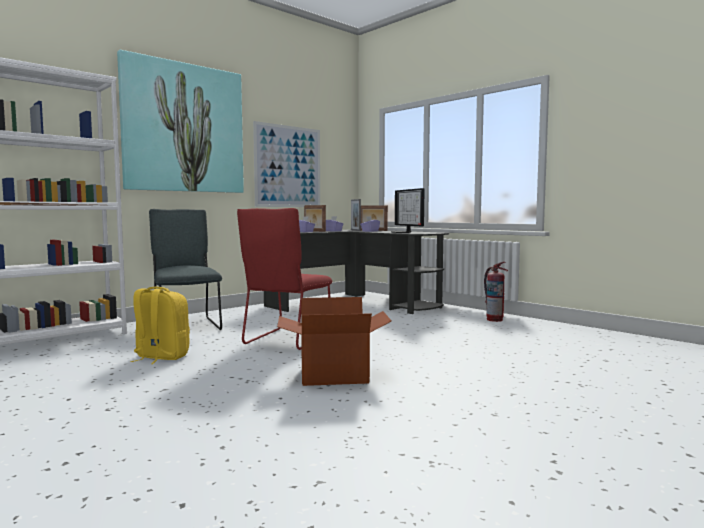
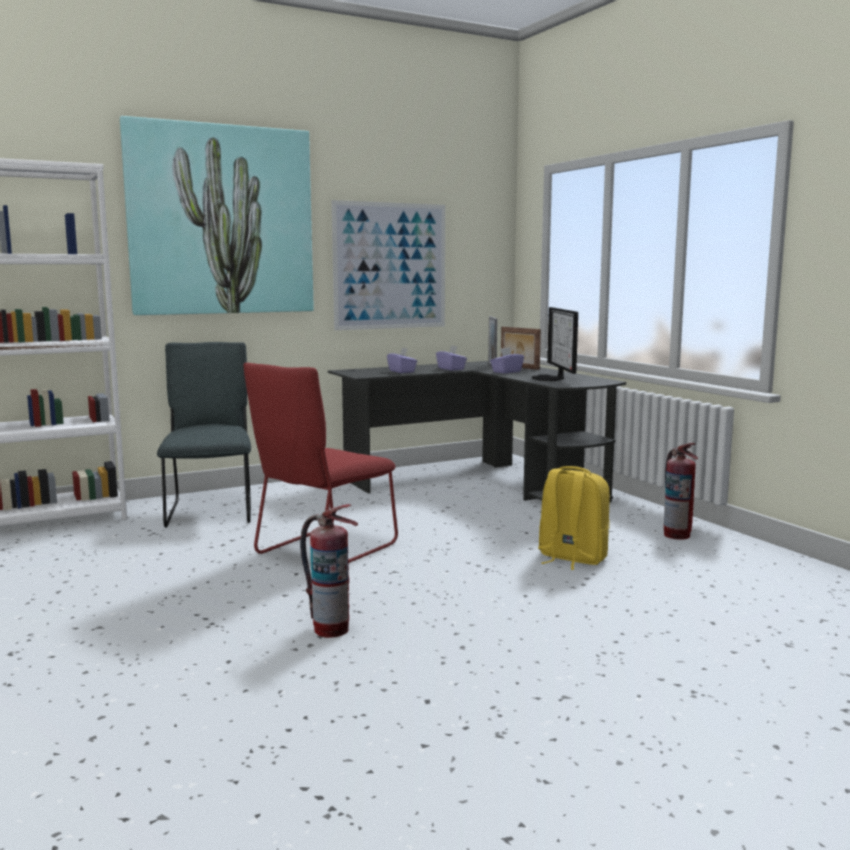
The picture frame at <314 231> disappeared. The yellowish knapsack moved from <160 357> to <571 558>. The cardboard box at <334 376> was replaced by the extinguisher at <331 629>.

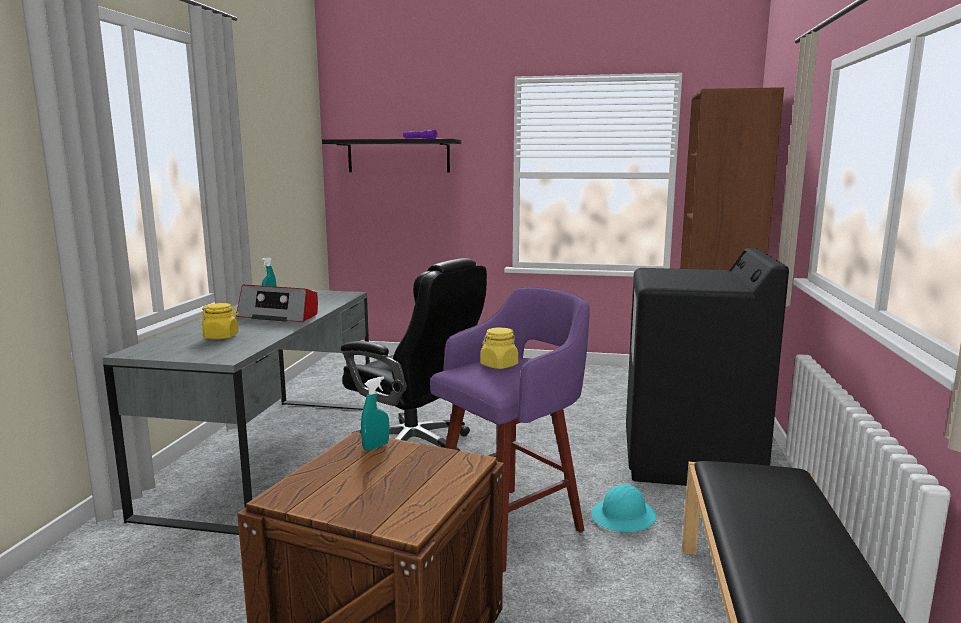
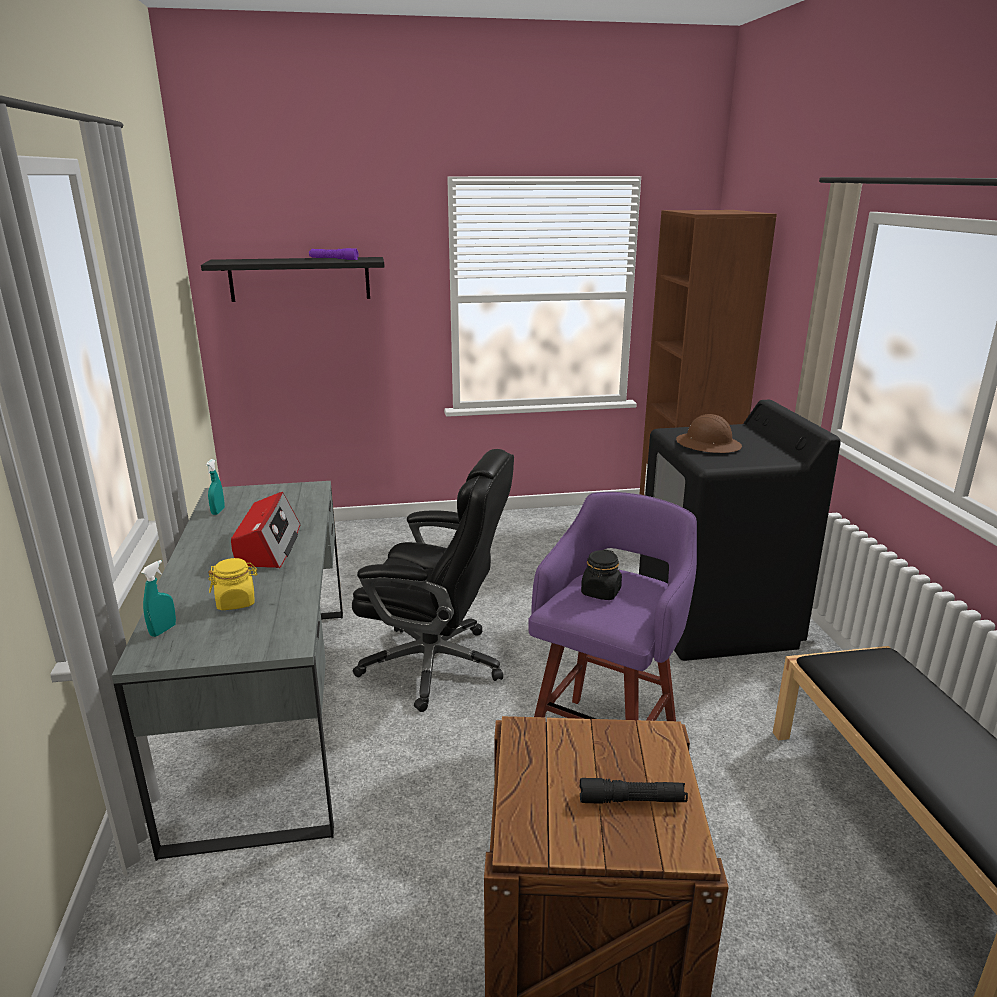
The radio receiver at <279 316> turned 90 degrees counterclockwise. The yellowish jar at <499 365> became the blackish jar at <601 592>. The turquoise spray bottle moved from <376 447> to <163 630>. The turquoise safety helmet at <624 517> disappeared. The brown-coloured safety helmet at <708 445> appeared. The blackish flashlight at <632 800> appeared.

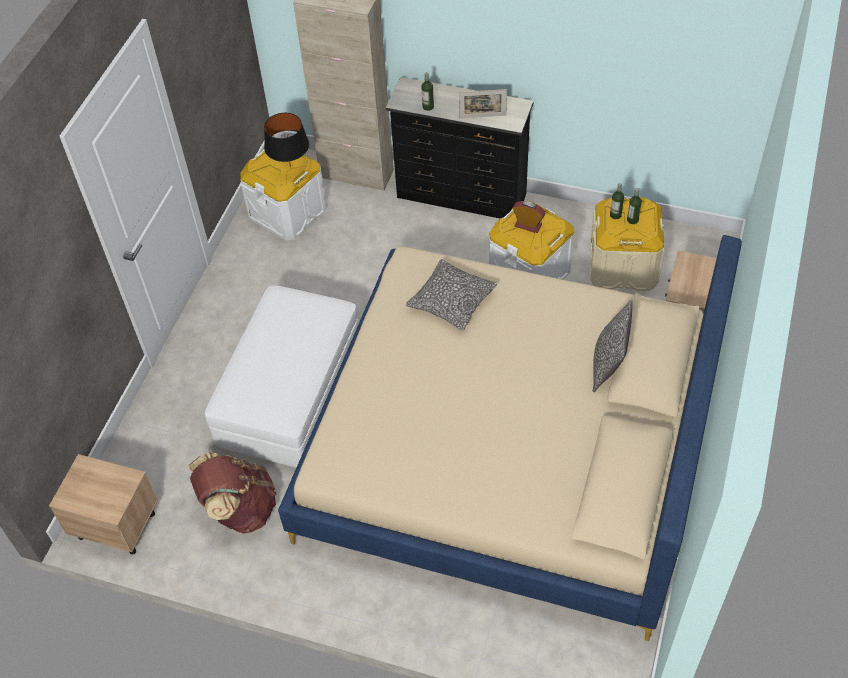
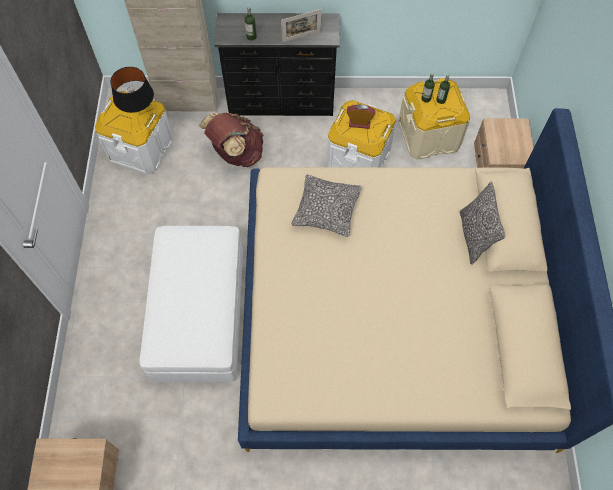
The brown-coloured knapsack moved from <240 509> to <236 154>.

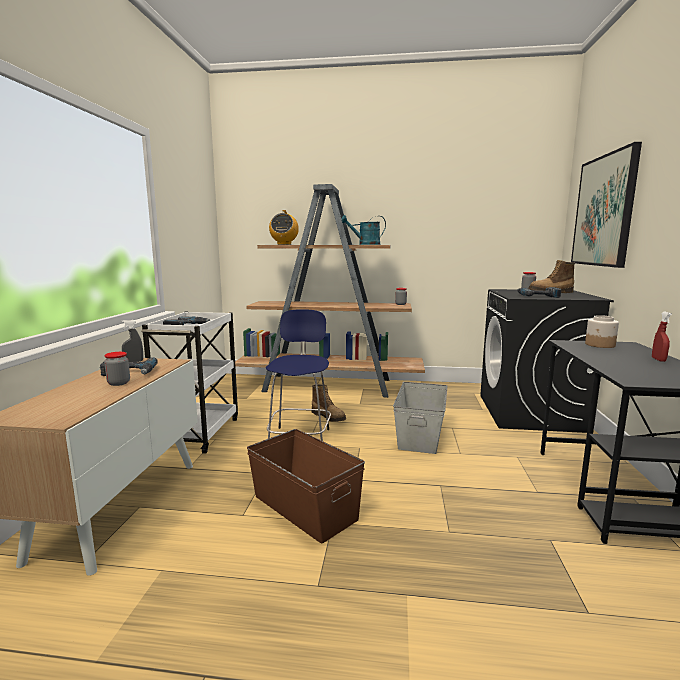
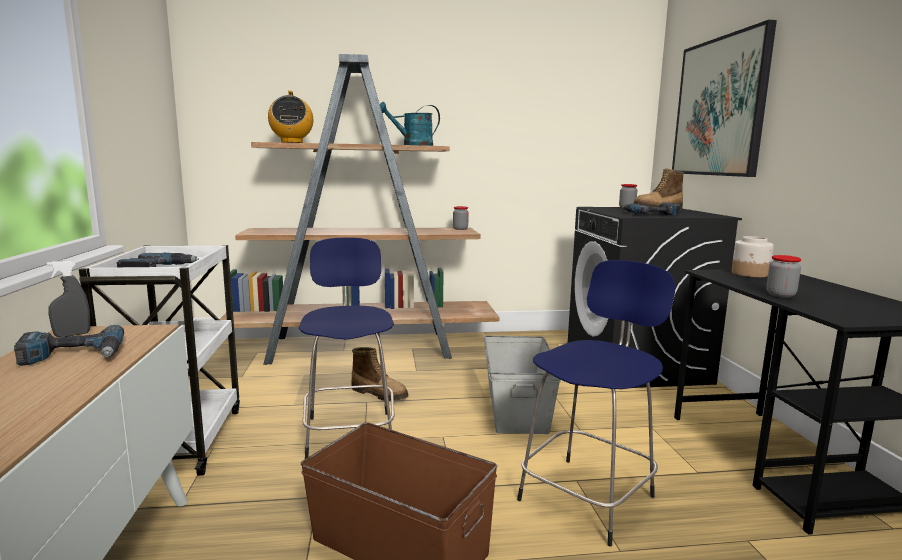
The reddish spray bottle at <658 360> disappeared. The jar moved from <119 383> to <780 295>. The blue-coloured sitting stool at <589 496> appeared.

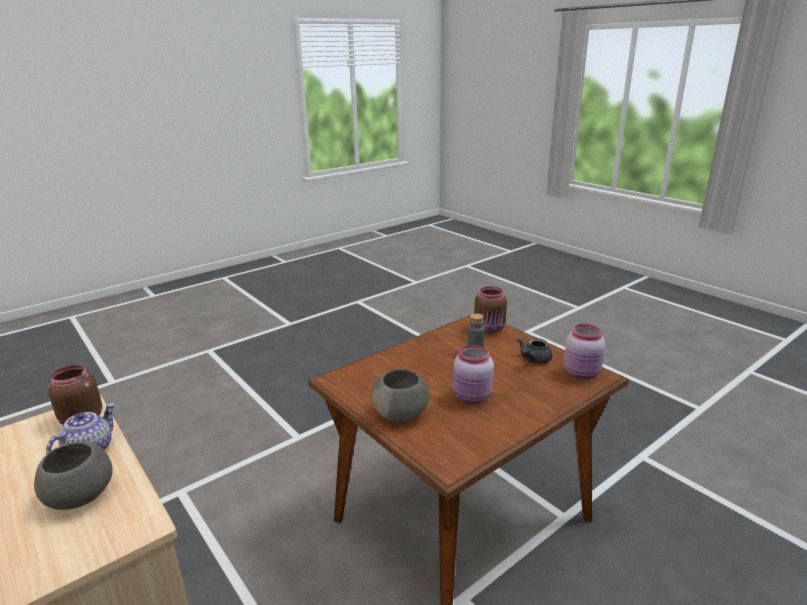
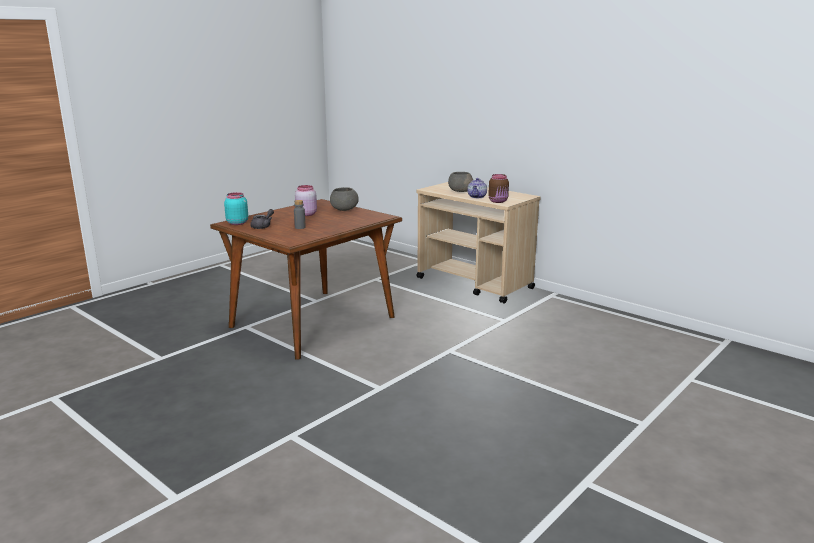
The brown-coloured jar at <490 329> disappeared. The pink-coloured jar at <582 374> became the turquoise jar at <237 223>.

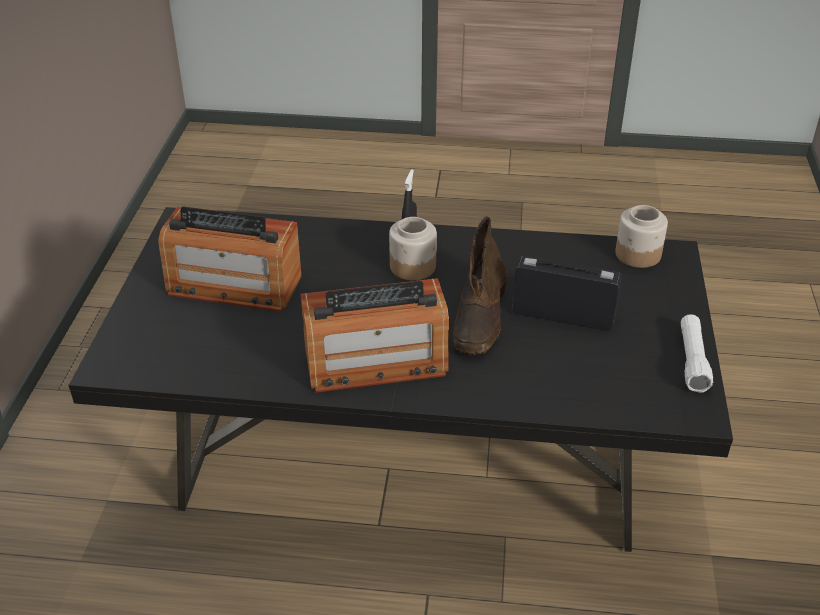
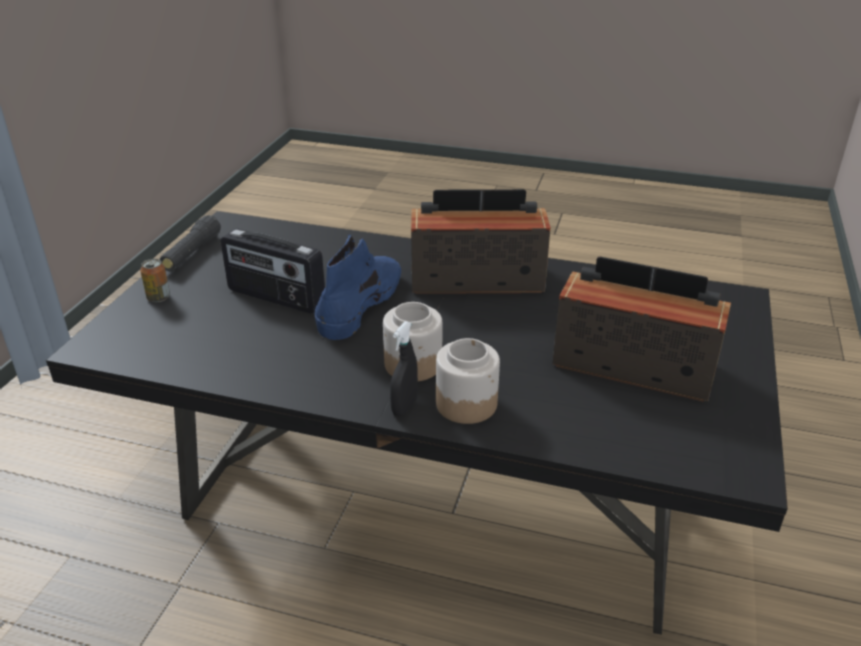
The jar moved from <638 255> to <466 403>. The brown-coloured high-top boot at <480 318> became the blue-coloured high-top boot at <361 303>. The white-coloured flashlight at <692 361> became the blackish flashlight at <192 253>. The sealed can at <158 298> appeared.

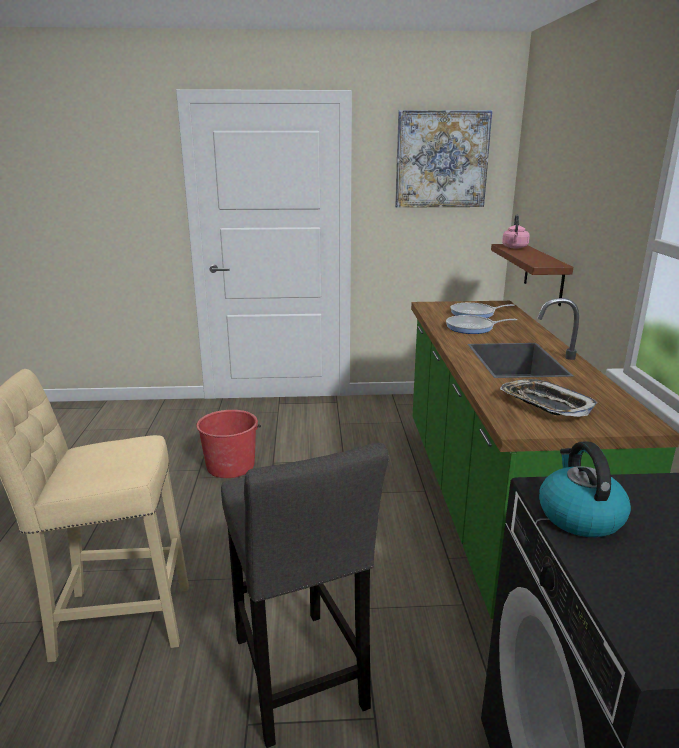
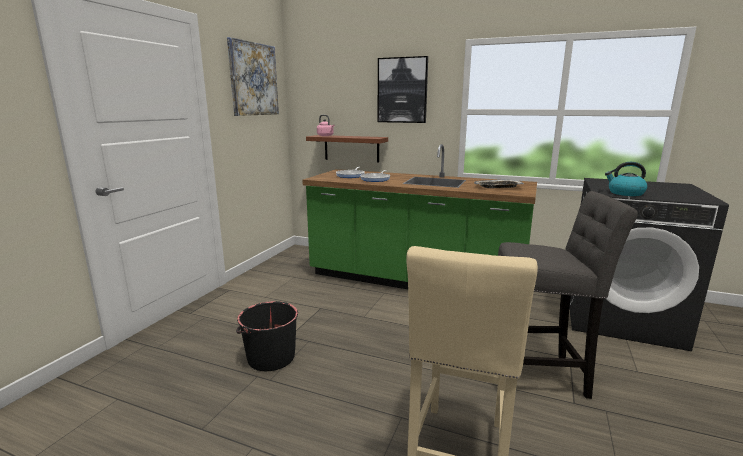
The reddish bucket at <230 466> became the blackish bucket at <270 357>. The picture at <402 90> appeared.

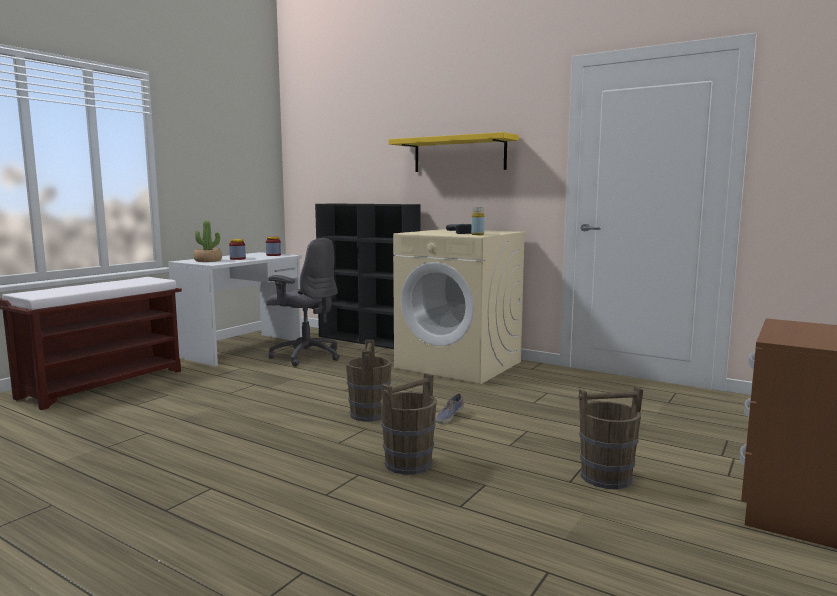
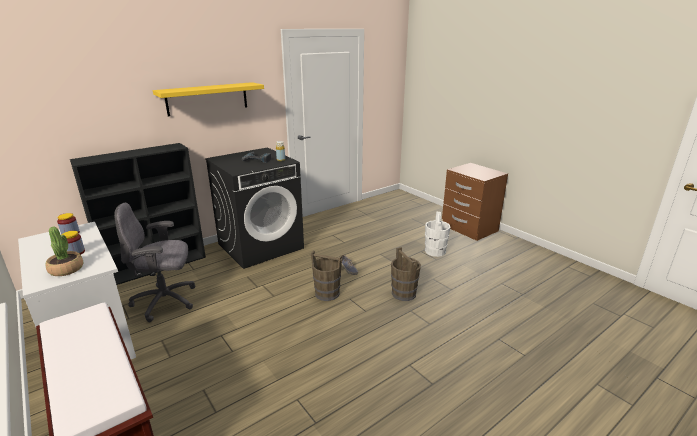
The beige-coloured laundry machine at <459 365> became the blackish laundry machine at <261 246>. The gray office chair at <306 356> turned 150 degrees counterclockwise. The brown-coloured bucket at <606 477> became the white-coloured bucket at <435 251>.

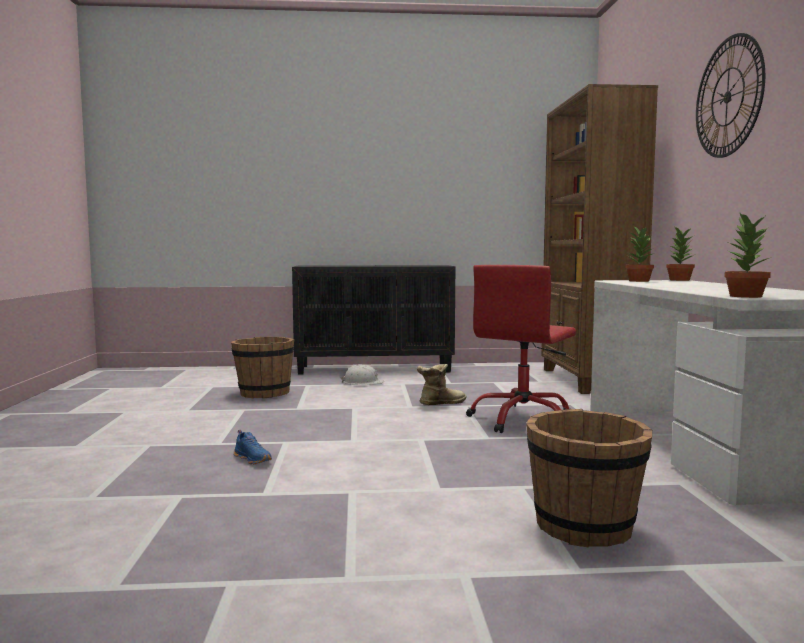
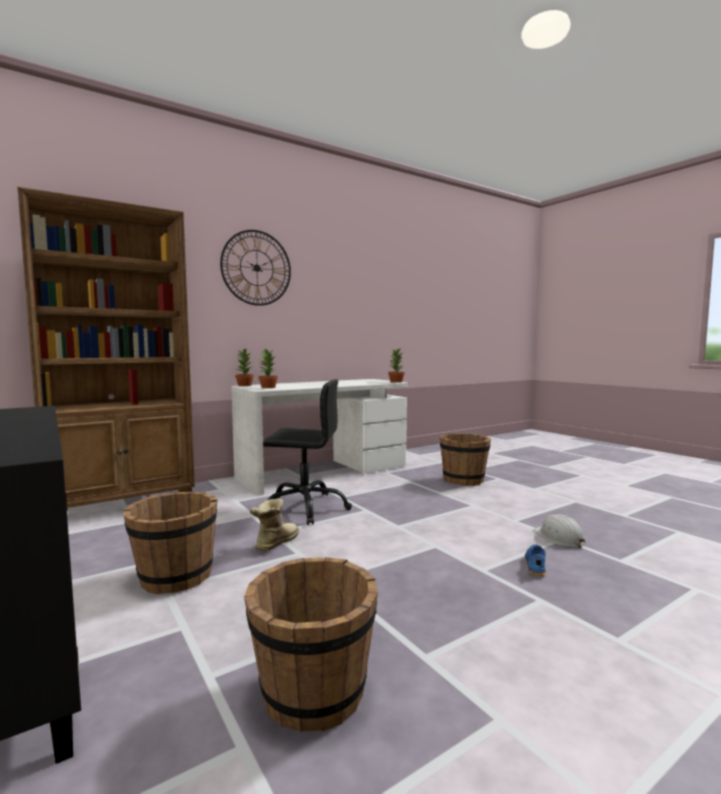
The reddish office chair at <523 420> became the blackish office chair at <305 508>. The white-coloured safety helmet moved from <362 383> to <559 537>. The high-top boot at <440 404> turned 90 degrees clockwise. The brown-coloured bucket at <175 577> appeared.

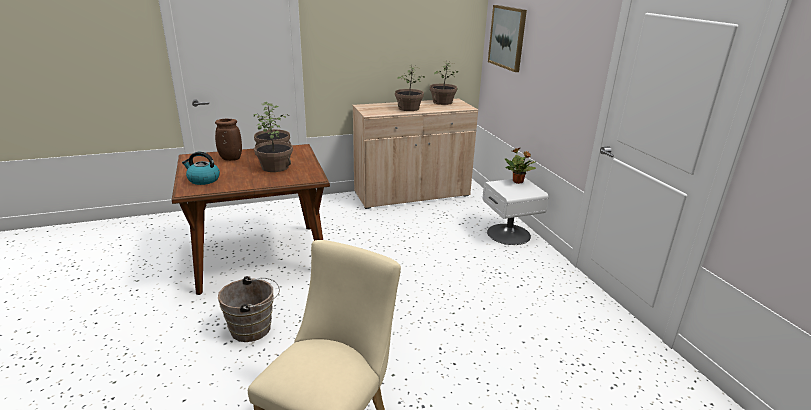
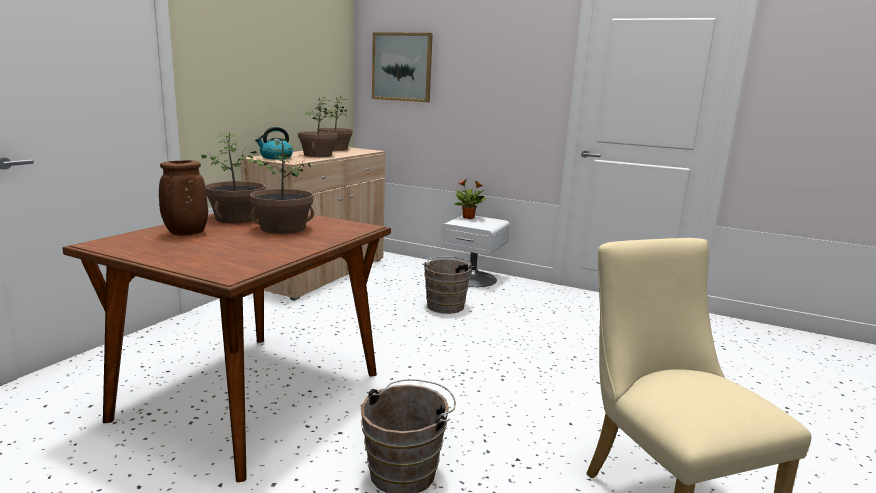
The water kettle moved from <203 180> to <276 157>. The brown-coloured bucket at <446 305> appeared.

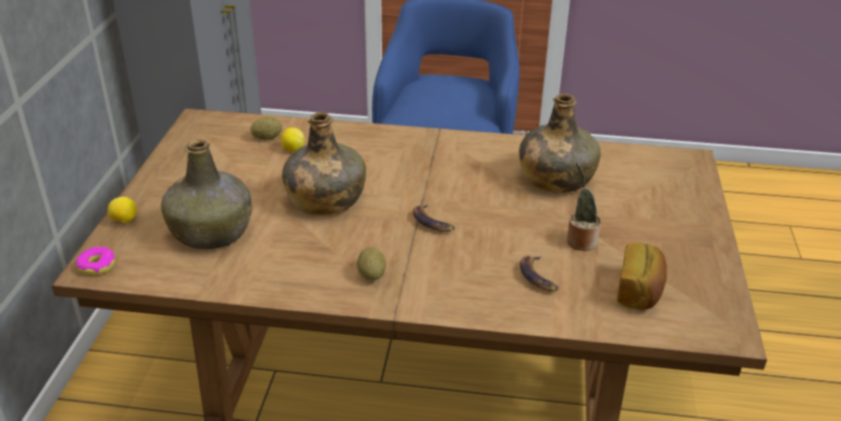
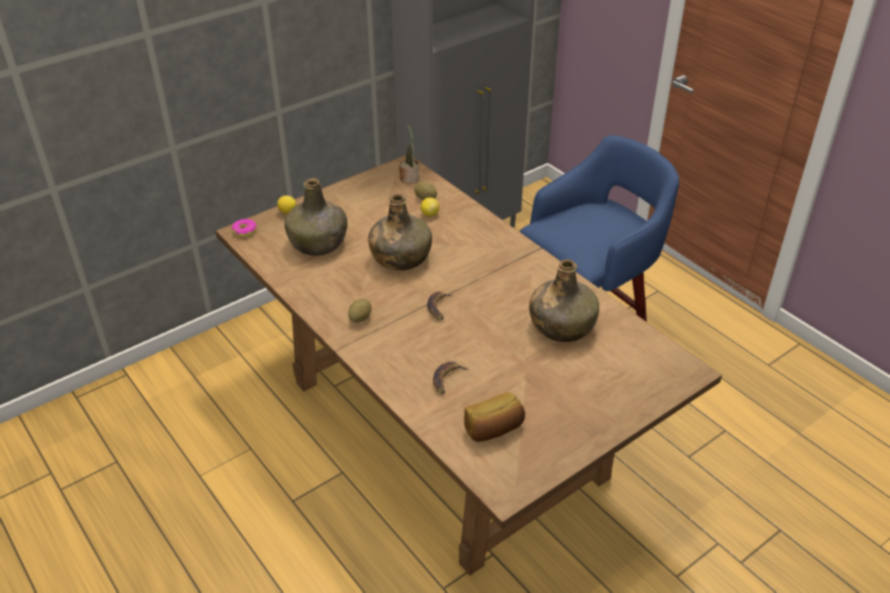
The plant in a pot moved from <580 240> to <409 177>.

